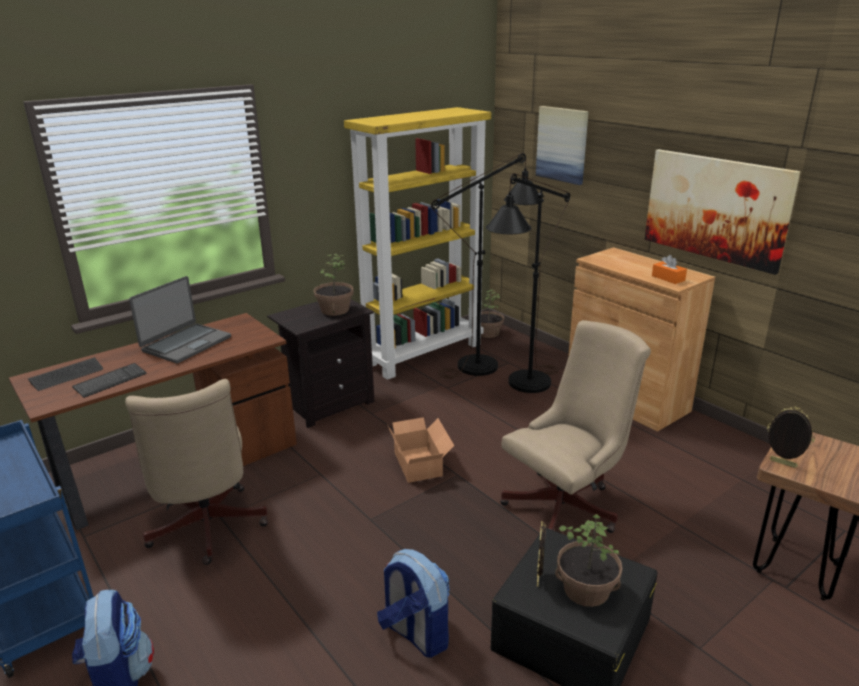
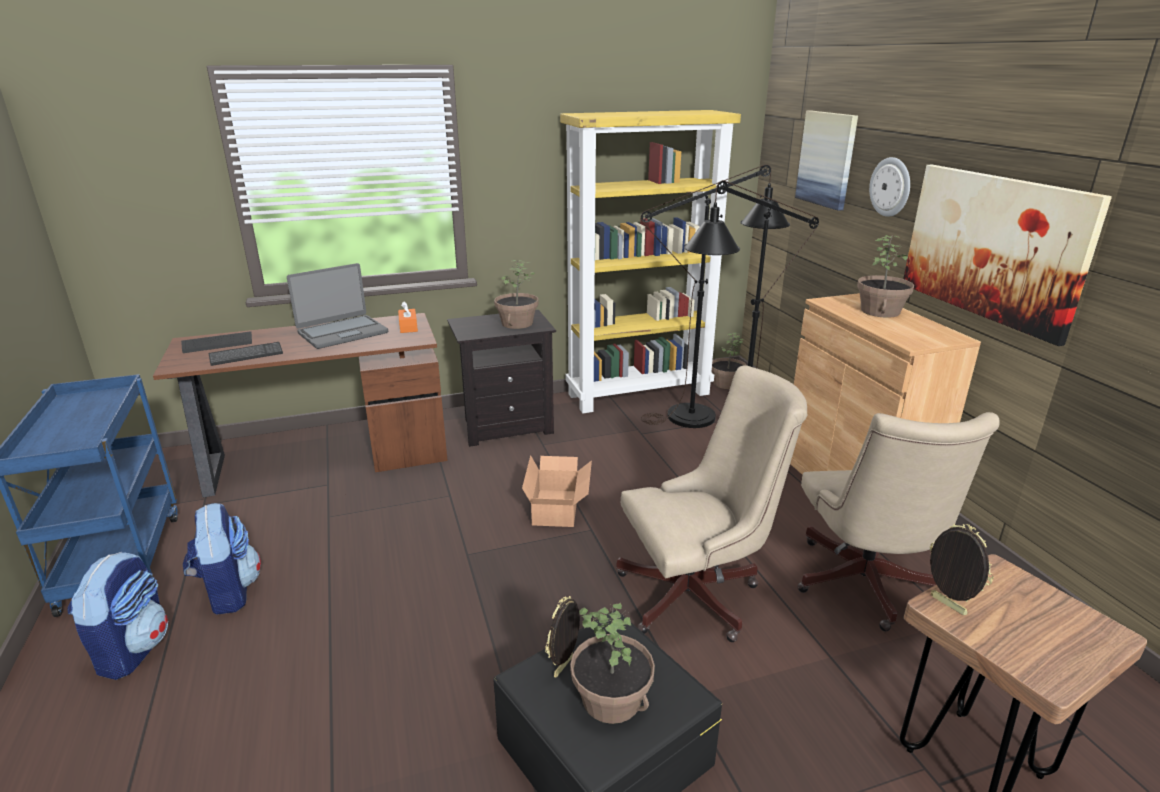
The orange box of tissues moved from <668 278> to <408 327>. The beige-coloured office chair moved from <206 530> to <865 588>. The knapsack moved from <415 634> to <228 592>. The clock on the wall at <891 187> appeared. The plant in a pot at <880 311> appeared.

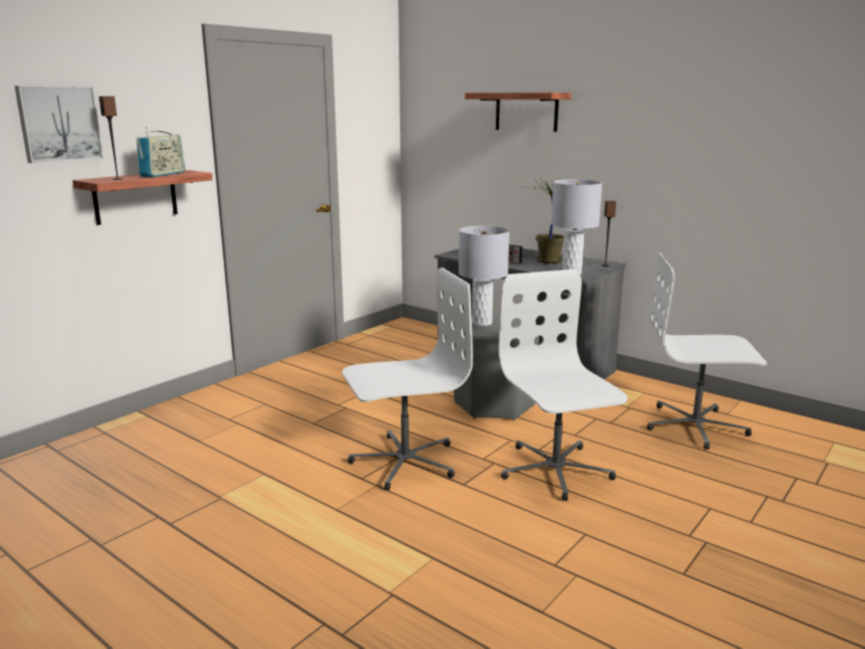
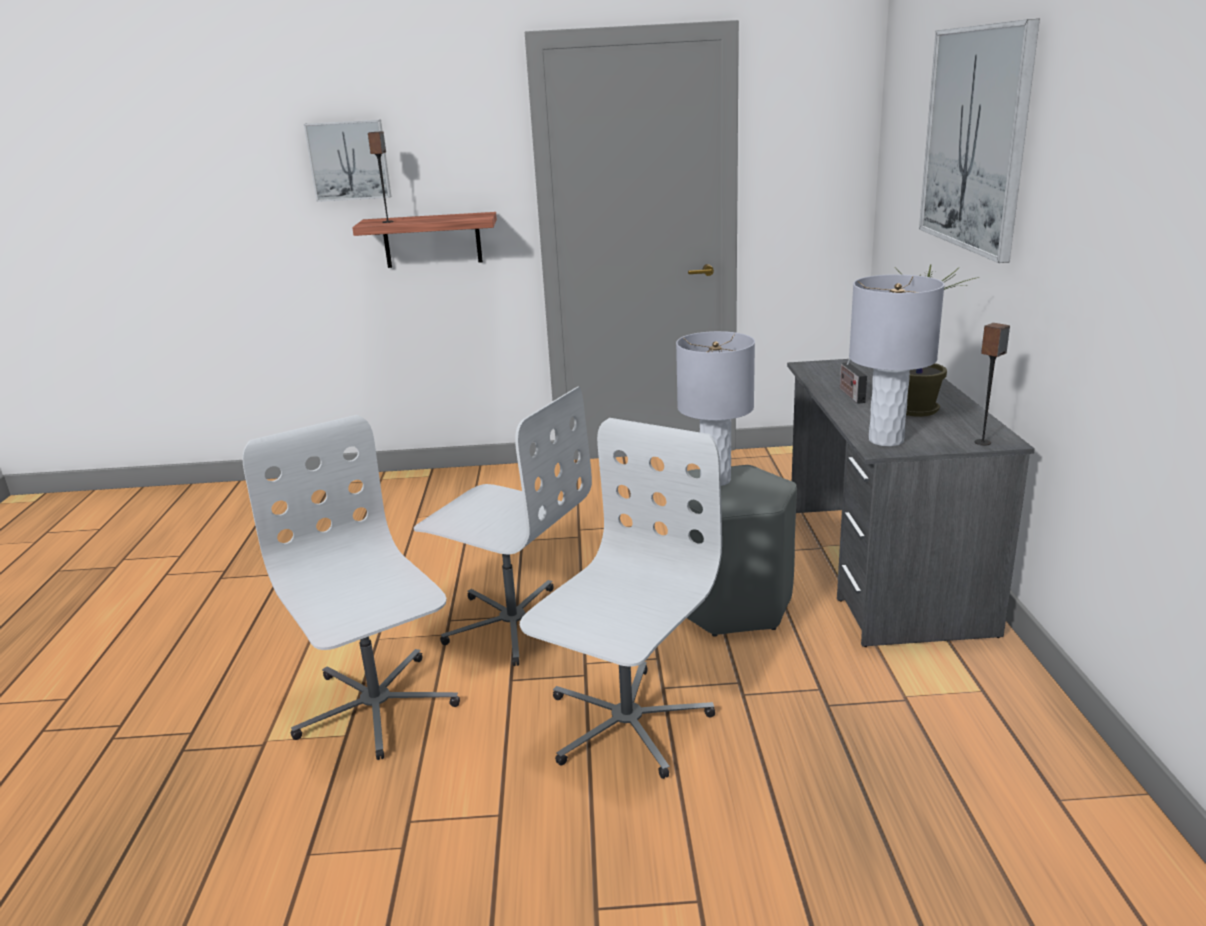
The bracket shelf at <526 111> was replaced by the picture at <975 139>. The radio receiver at <163 174> disappeared. The white-coloured office chair moved from <695 426> to <375 707>.

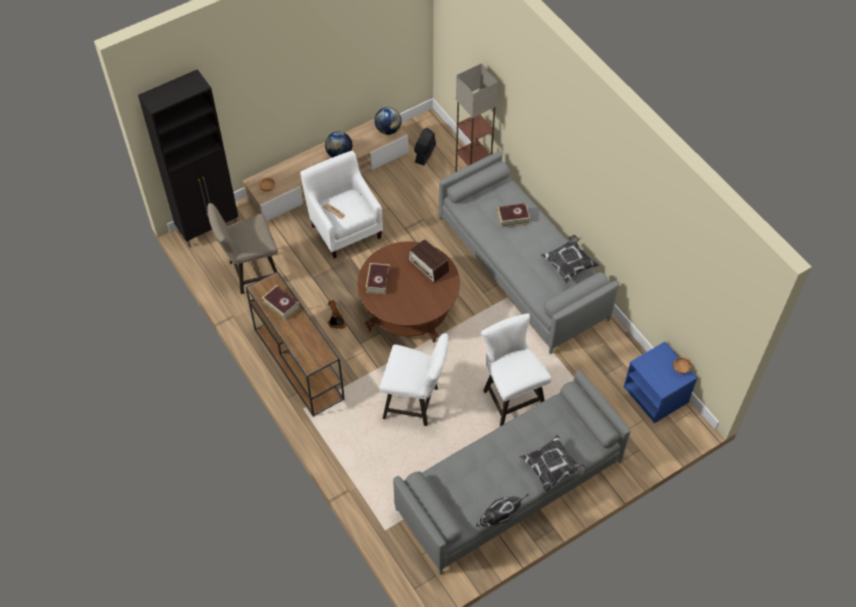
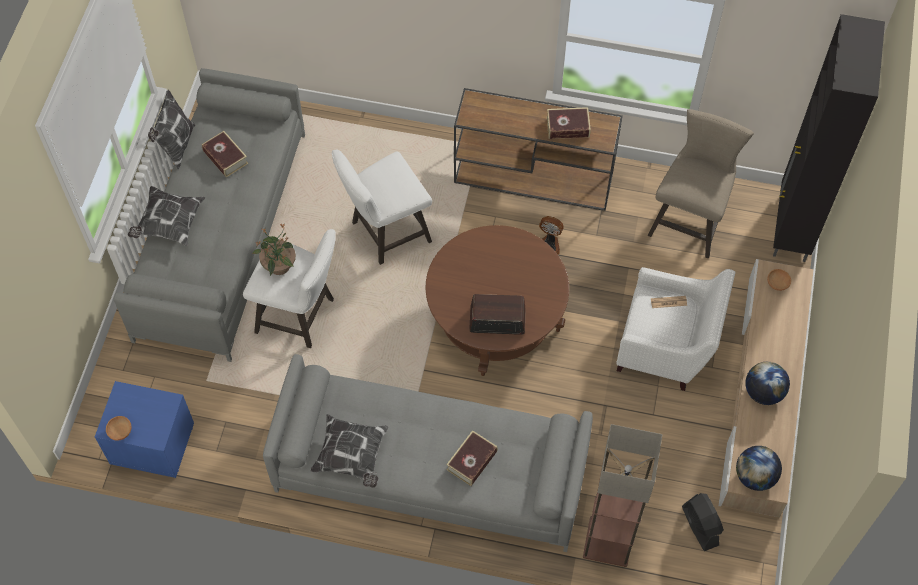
The bound book moved from <378 281> to <225 157>. The plant in a pot at <279 266> appeared.

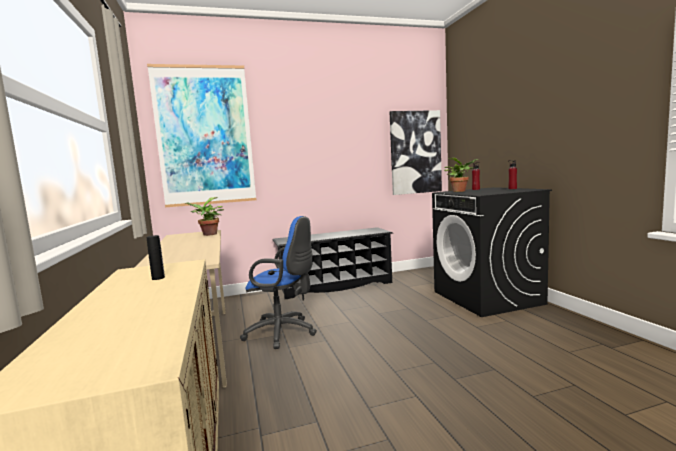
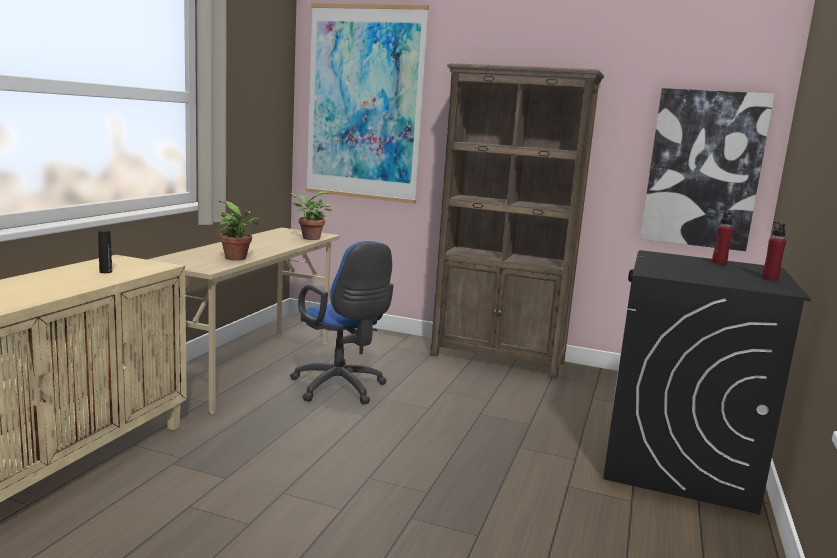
The plant in a pot moved from <460 191> to <238 259>. The blackish shoe shelf at <335 285> was replaced by the brown-coloured bookcase at <498 359>.

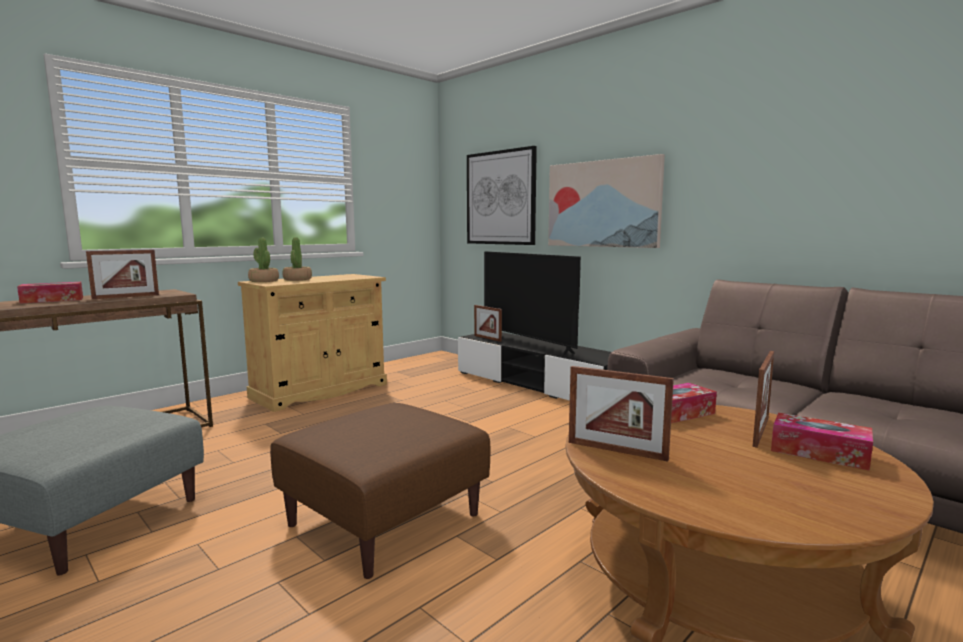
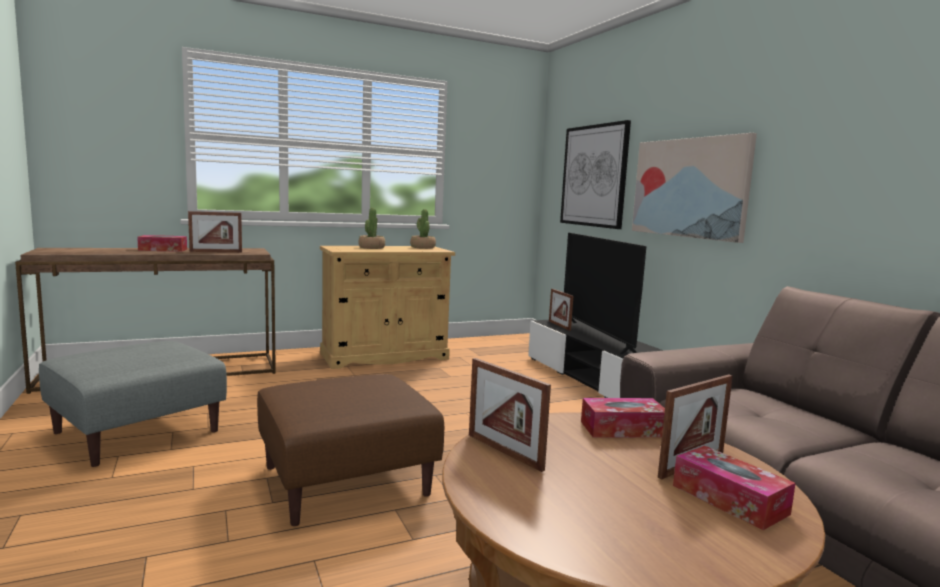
The plant in a pot moved from <263 281> to <422 247>.

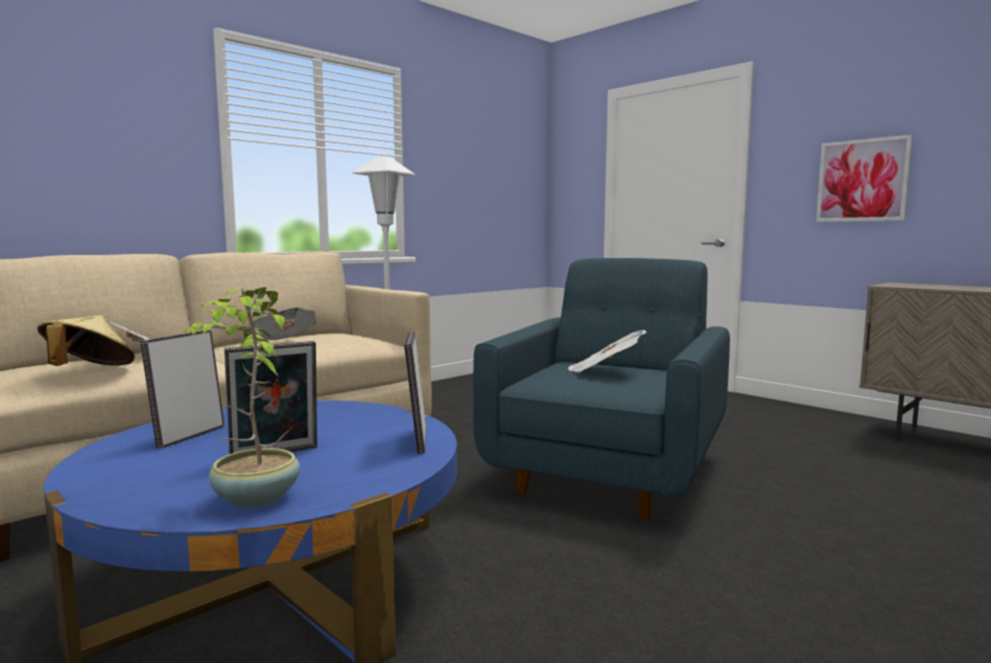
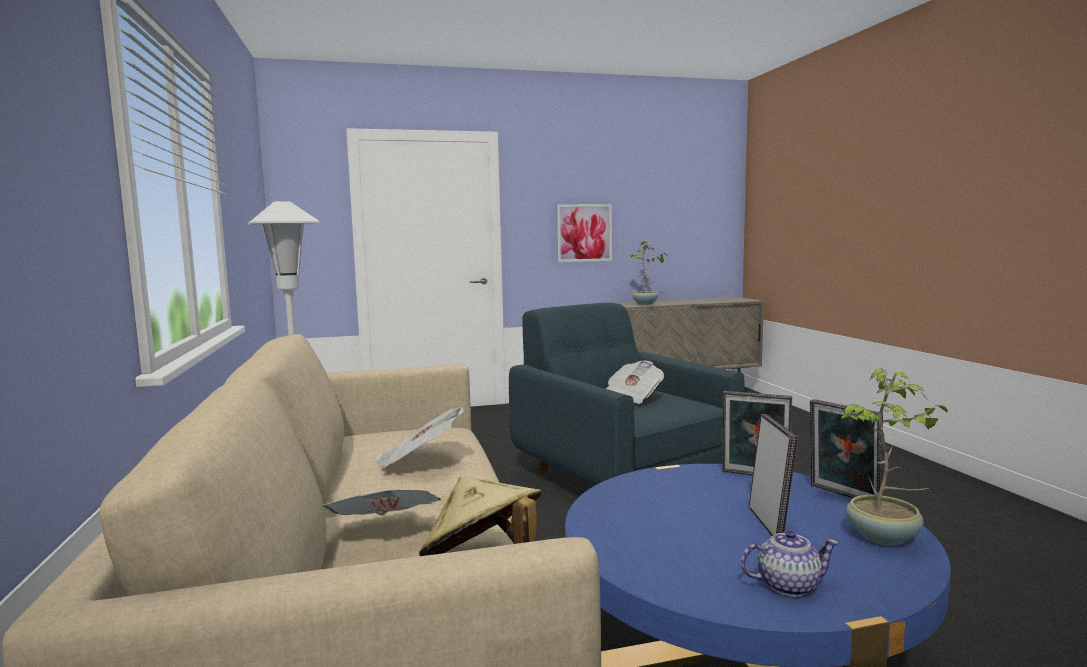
The picture frame moved from <188 436> to <842 496>. The plant in a pot at <645 303> appeared. The pot for tea at <787 585> appeared.

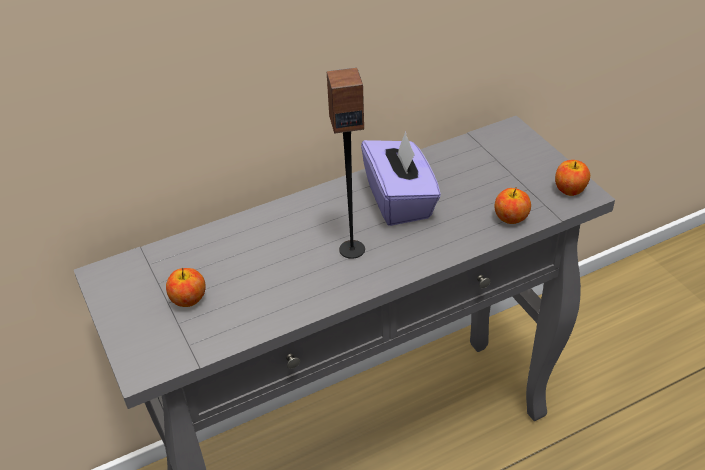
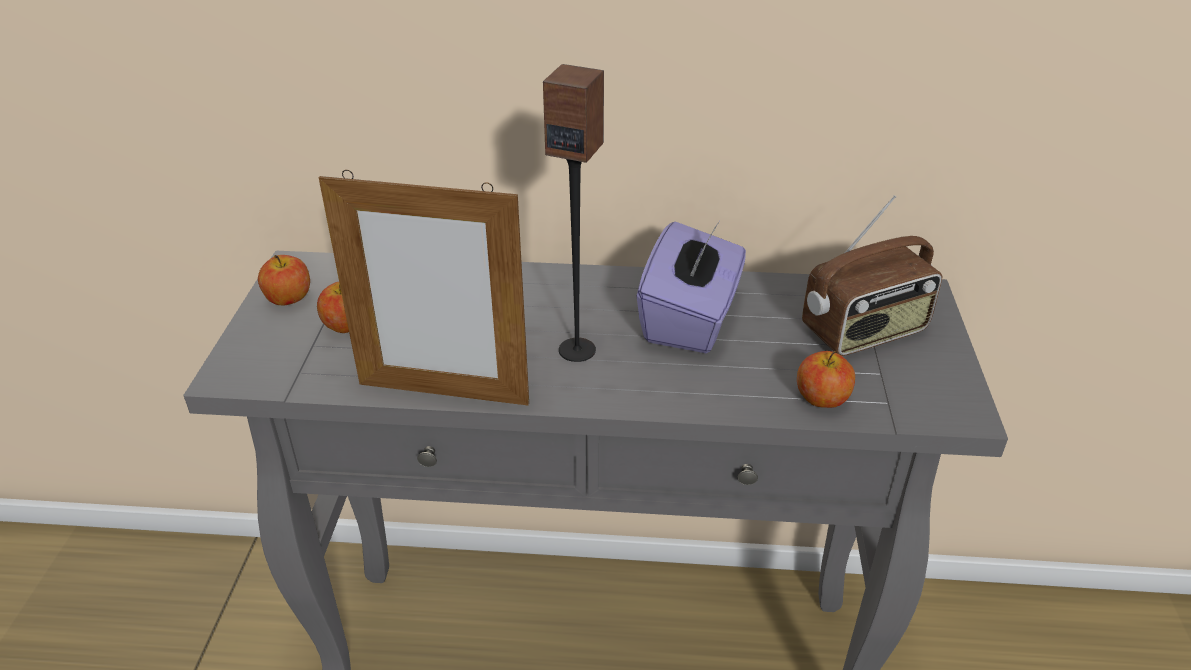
The apple fruit moved from <570 189> to <288 298>. The picture frame at <443 393> appeared. The radio receiver at <865 332> appeared.

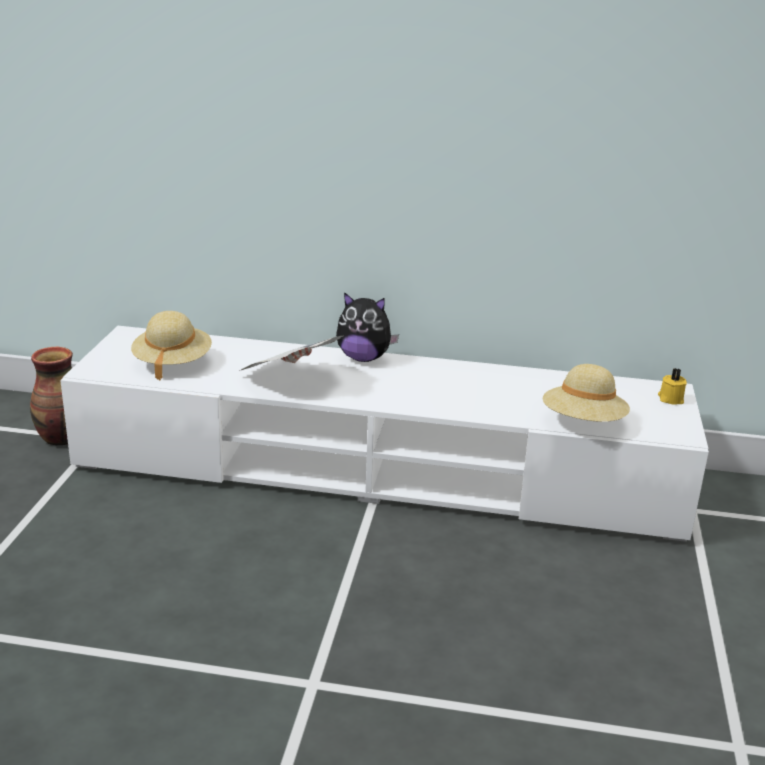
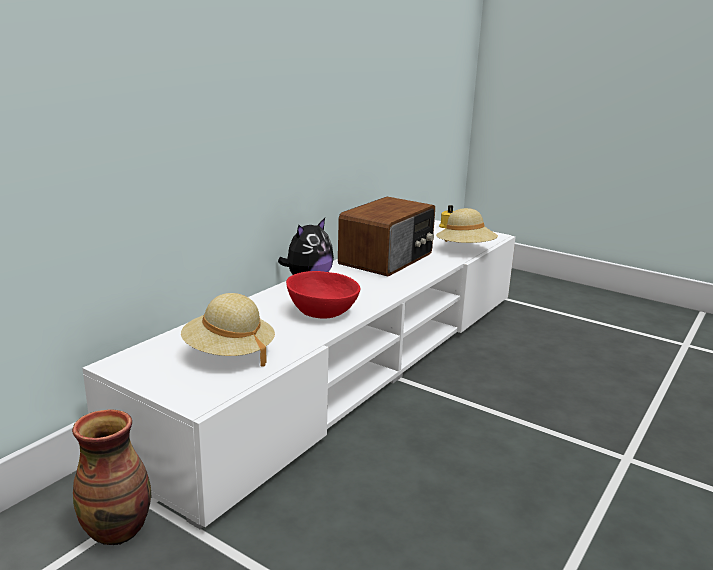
The daily paper at <290 379> was replaced by the reddish bowl at <321 312>. The radio receiver at <388 259> appeared.

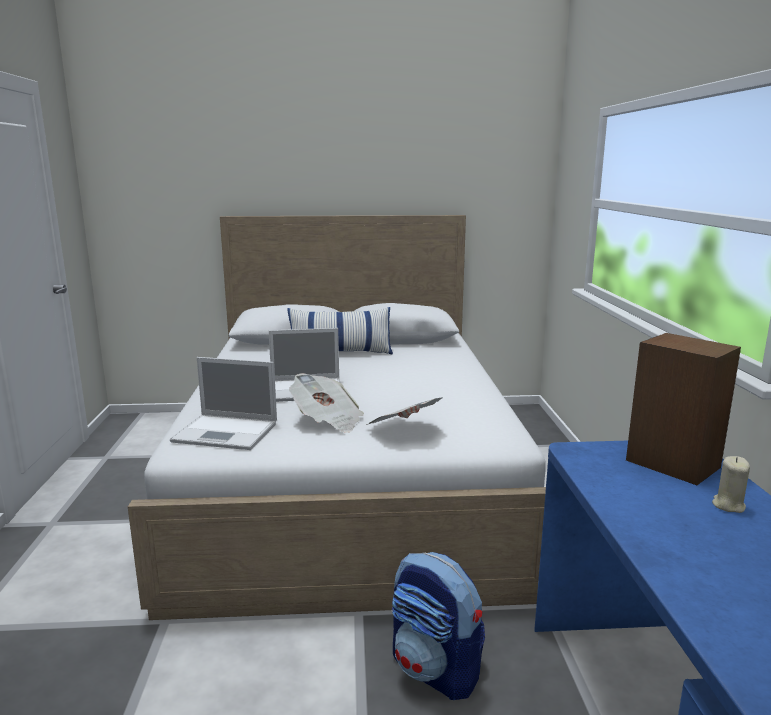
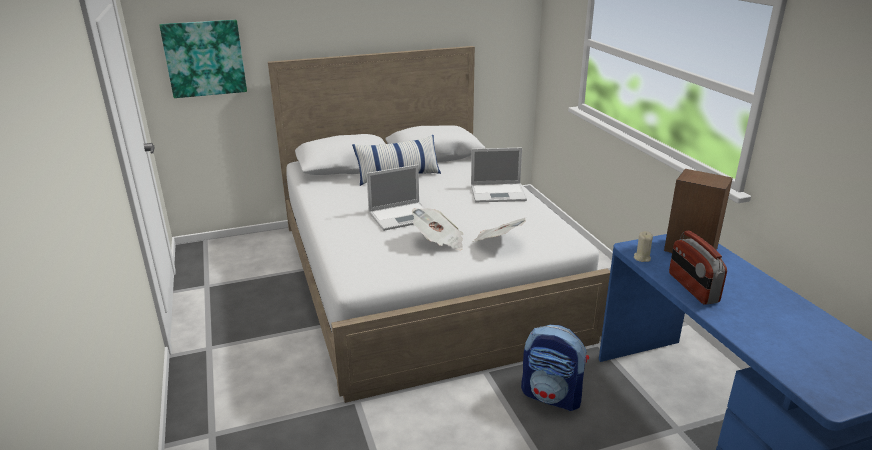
The notebook computer moved from <227 432> to <499 193>. The beige-coloured wax light moved from <728 505> to <641 258>. The picture at <204 58> appeared. The radio receiver at <692 288> appeared.

